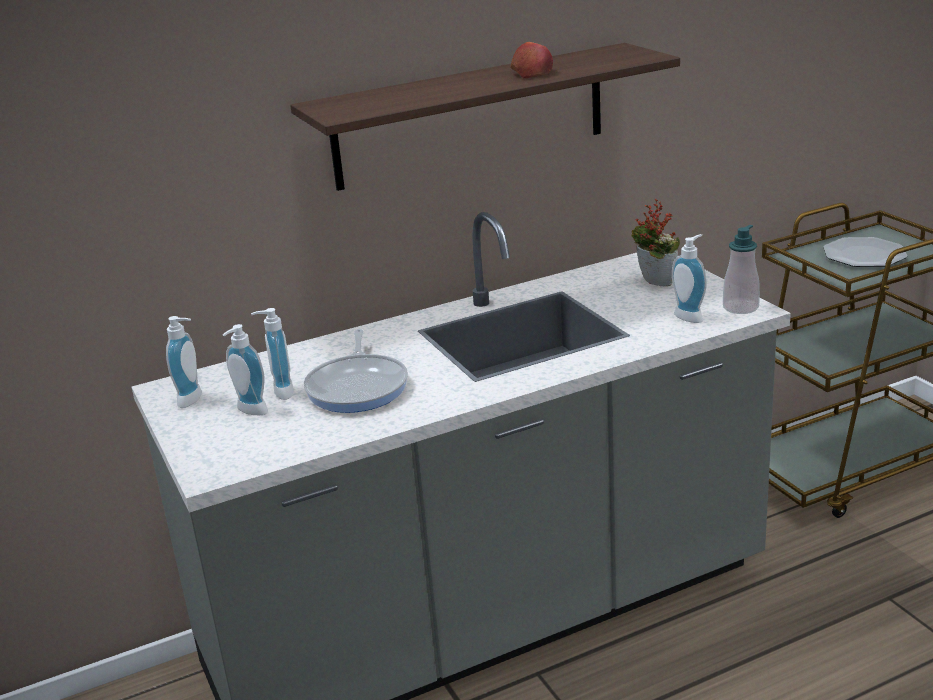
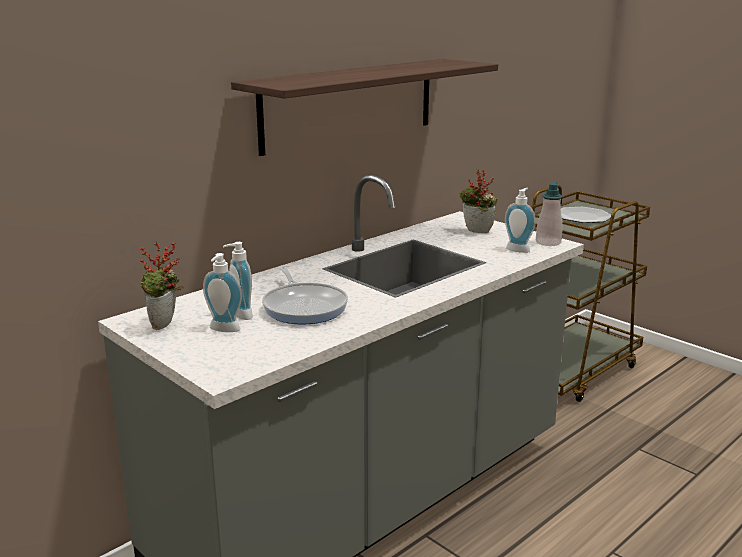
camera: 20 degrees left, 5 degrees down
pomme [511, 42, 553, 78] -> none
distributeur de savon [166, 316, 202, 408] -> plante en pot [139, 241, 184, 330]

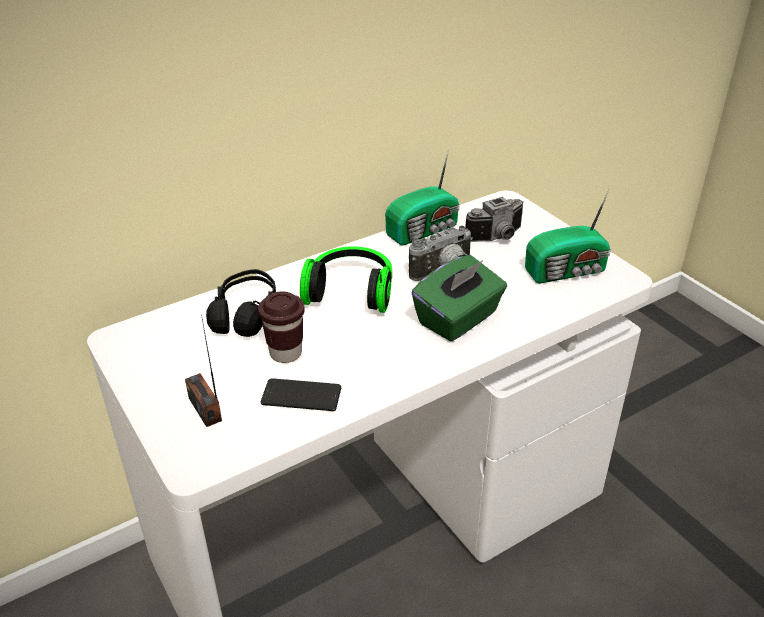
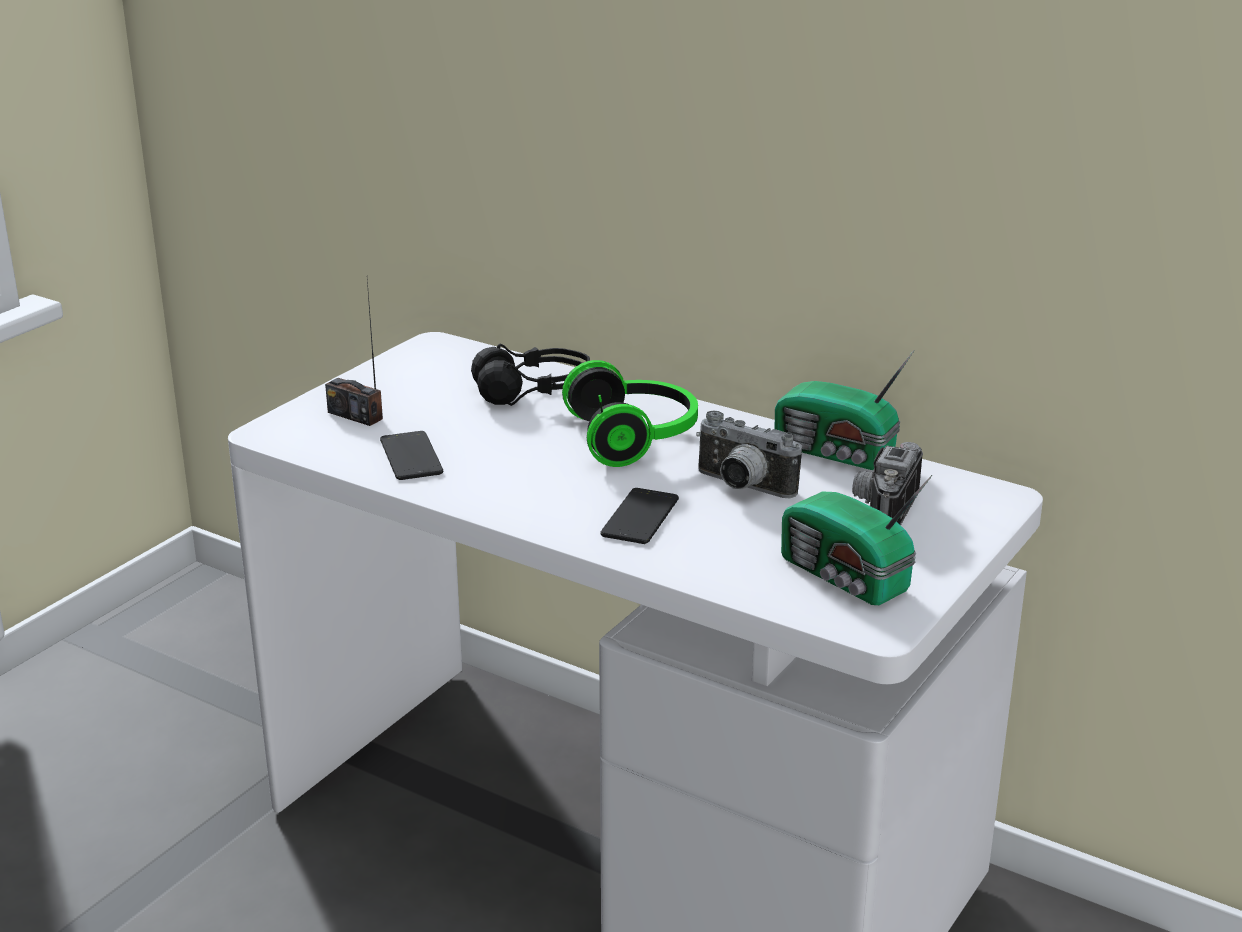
camera: 65 degrees right, 10 degrees down
appareil photo [465, 197, 524, 242] -> appareil photo [852, 442, 923, 525], 75 degrees clockwise
boîte à mouchoirs [vert] [411, 255, 507, 341] -> téléphone [601, 488, 679, 544]
tasse [marron] [258, 291, 305, 363] -> none
radio [185, 314, 222, 427] -> radio [325, 280, 383, 426], 90 degrees counterclockwise

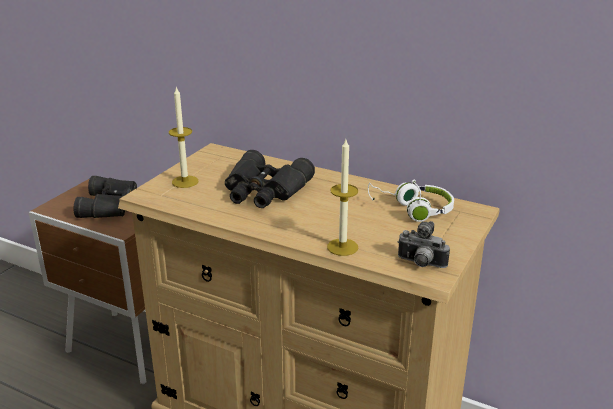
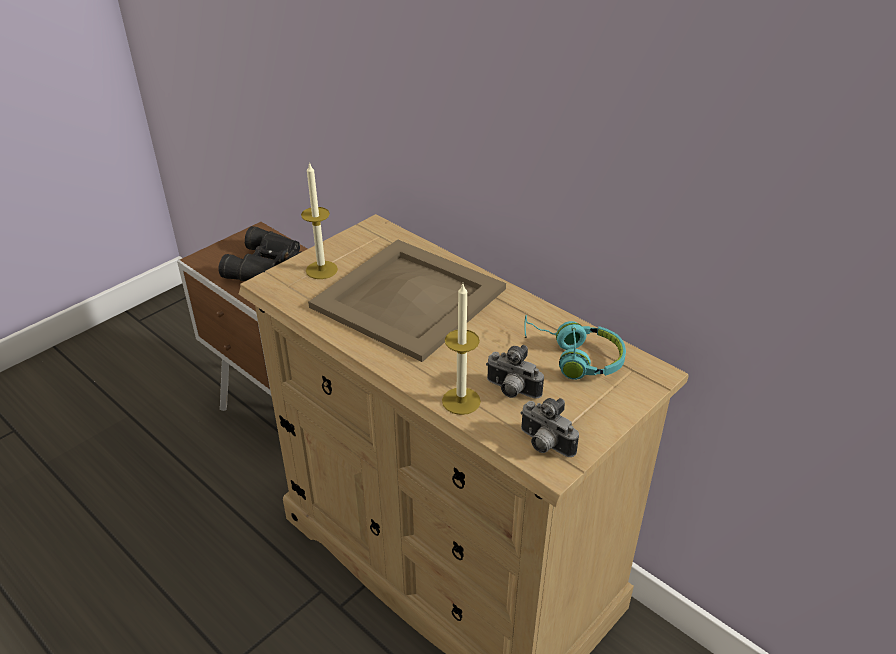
camera: 15 degrees right, 10 degrees up
jumelles [noir] [225, 150, 315, 208] -> plateau [beige] [308, 240, 506, 362]
casque audio [blanc] [368, 180, 454, 222] -> casque audio [turquoise] [524, 315, 626, 380]
none -> appareil photo [486, 345, 544, 399]

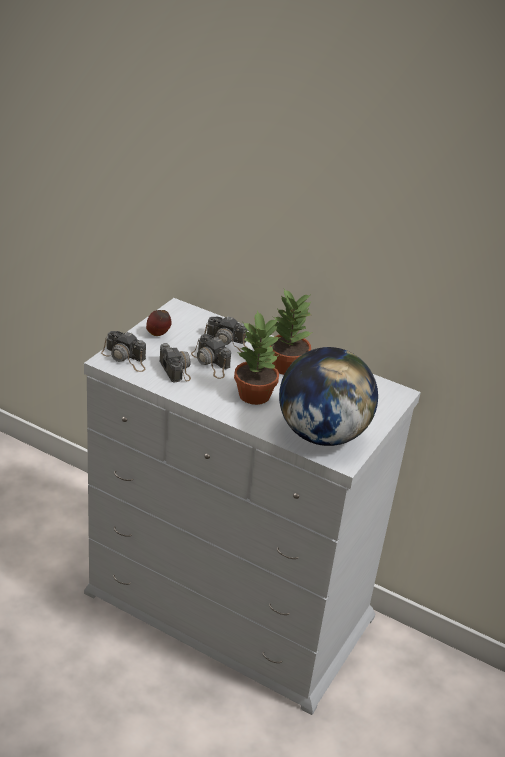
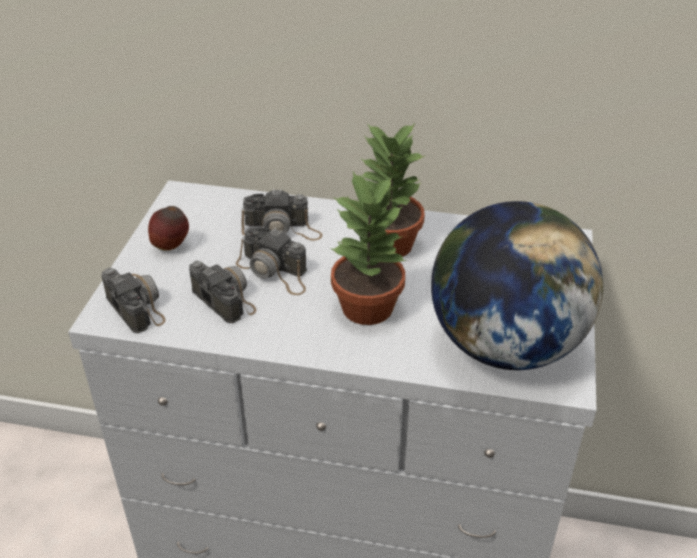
camera: 15 degrees left, 5 degrees up
appareil photo [101, 331, 146, 372] -> appareil photo [101, 268, 165, 333], 135 degrees counterclockwise

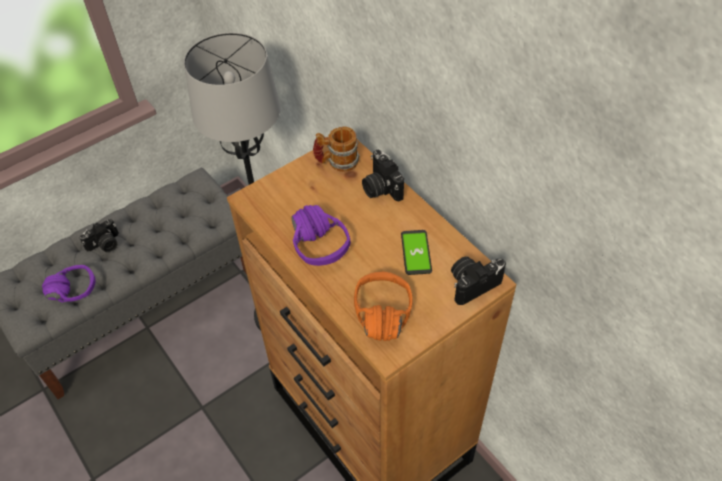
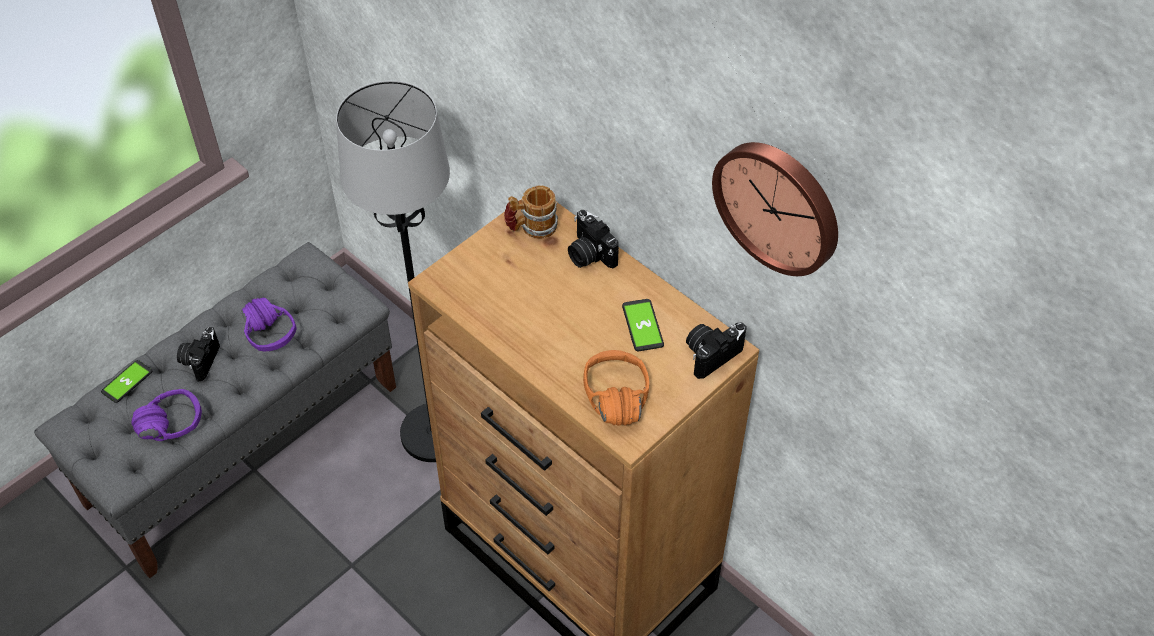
camera: 10 degrees left, 0 degrees up
casque audio [violet] [291, 205, 351, 266] -> casque audio [violet] [241, 298, 297, 351], relocated
appareil photo [79, 219, 119, 252] -> appareil photo [177, 327, 220, 381], 150 degrees clockwise
none -> horloge murale [712, 142, 838, 276]
none -> téléphone [101, 360, 152, 403]

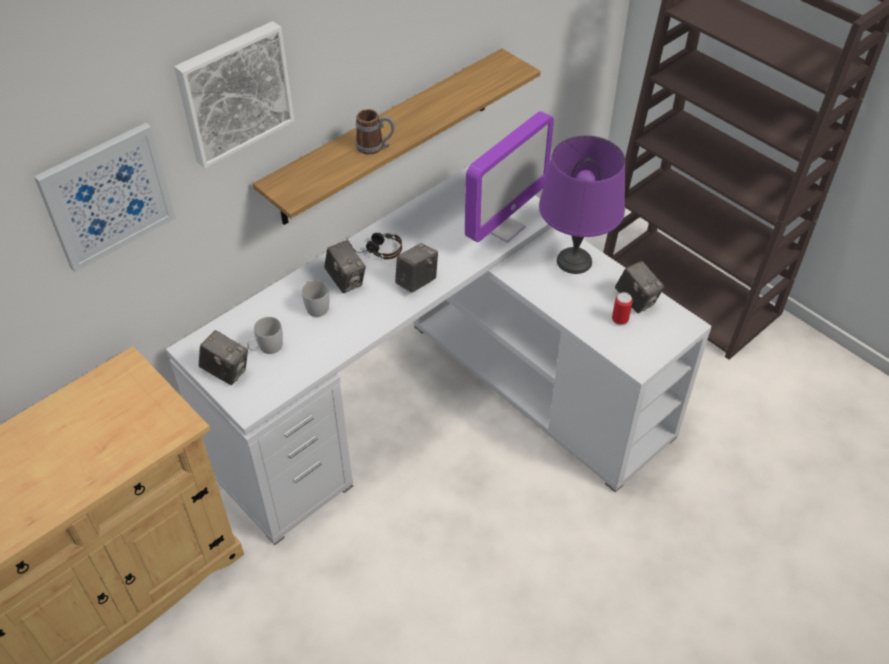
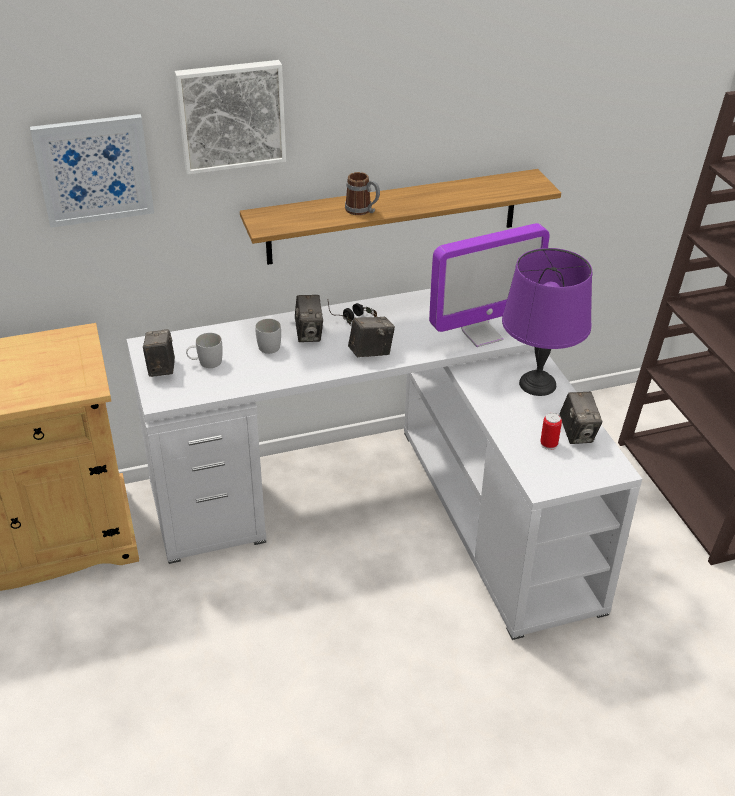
camera: 25 degrees right, 10 degrees down
appareil photo [198, 330, 248, 385] -> appareil photo [143, 329, 175, 377], 150 degrees counterclockwise

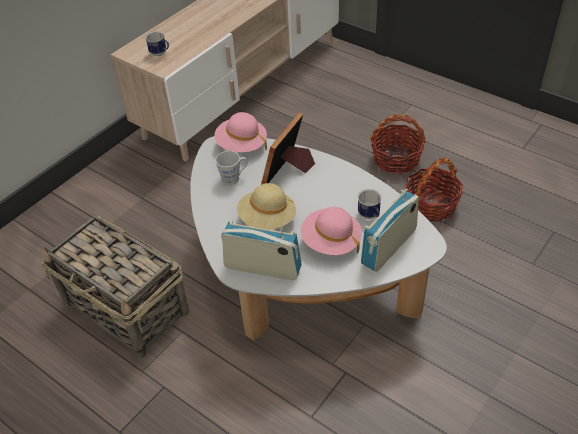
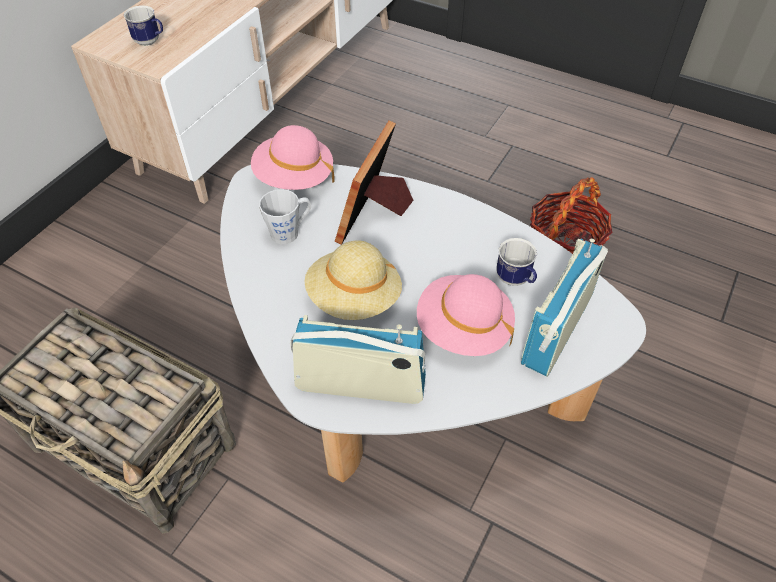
camera: 10 degrees left, 5 degrees up
panier [370, 115, 426, 174] -> none

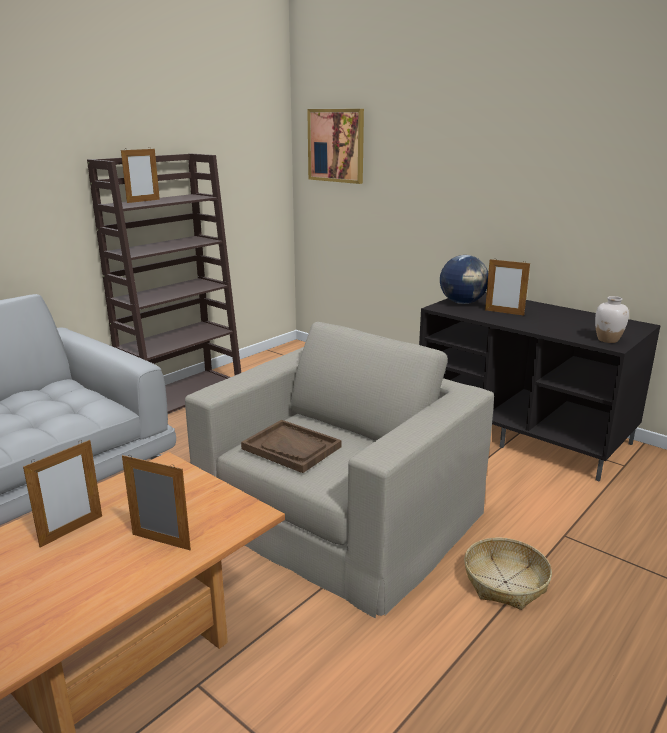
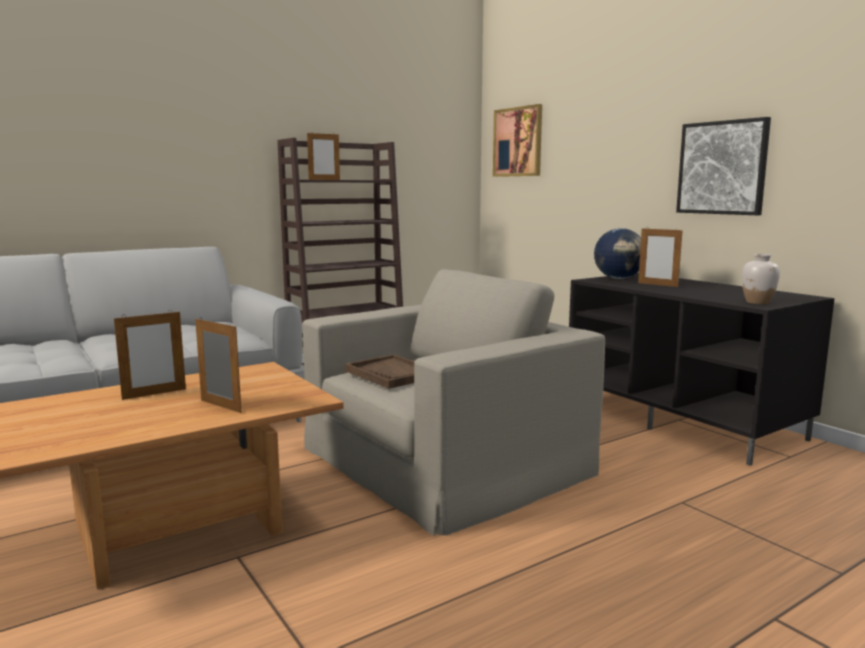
camera: 15 degrees right, 10 degrees down
panier [464, 537, 552, 610] -> none
none -> tableau [676, 117, 771, 215]

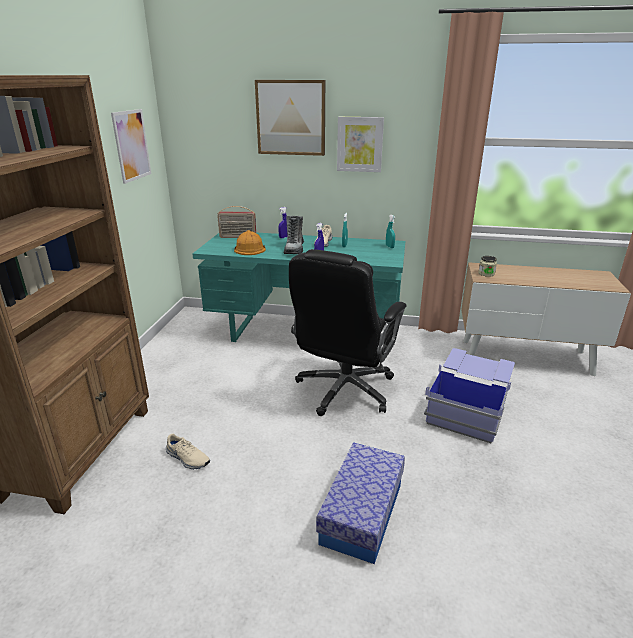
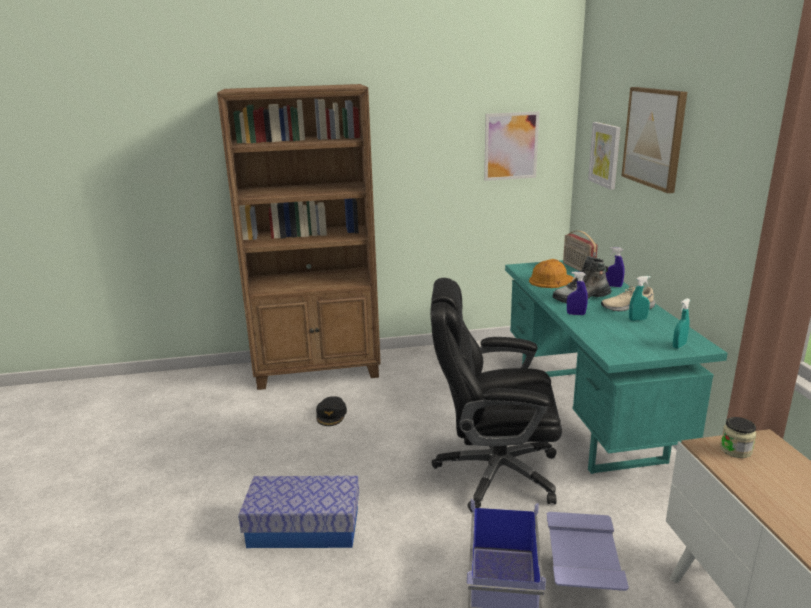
camera: 70 degrees right, 5 degrees down
tableau [337, 117, 384, 172] -> tableau [588, 122, 621, 190], relocated
chaussure [beige] [166, 434, 210, 469] -> casquette [noir] [316, 396, 347, 426]

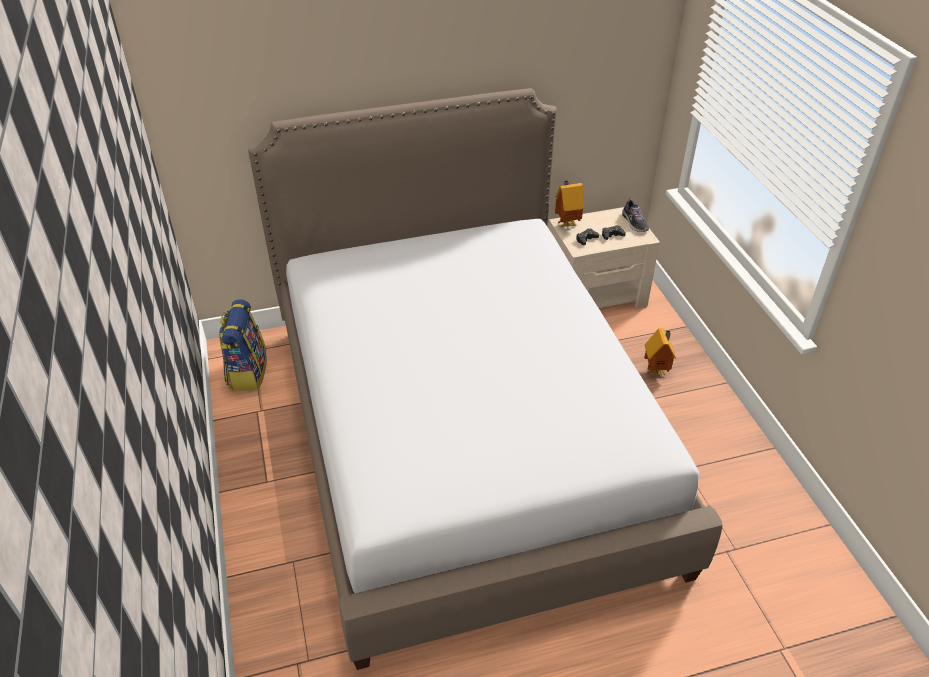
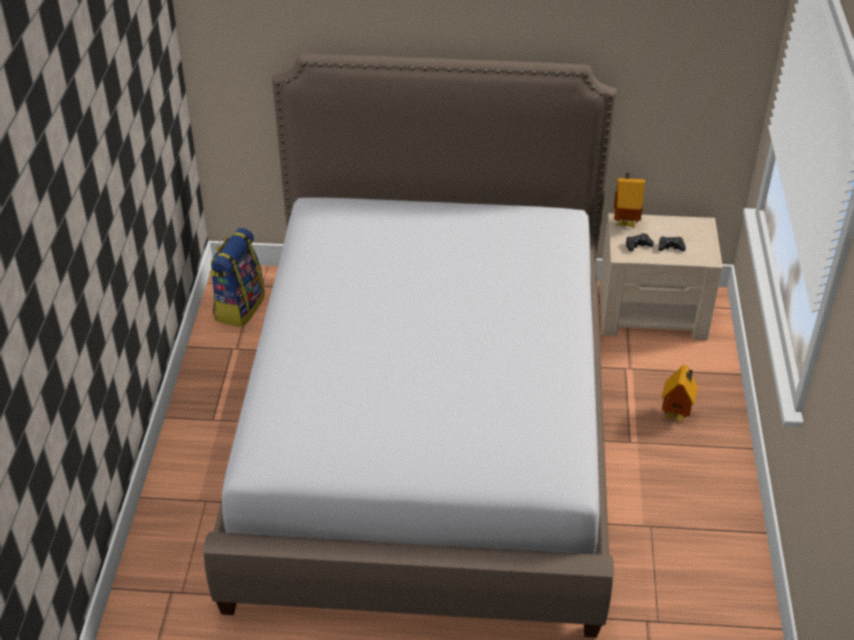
camera: 20 degrees right, 0 degrees up
chaussure [622, 198, 649, 232] -> none

